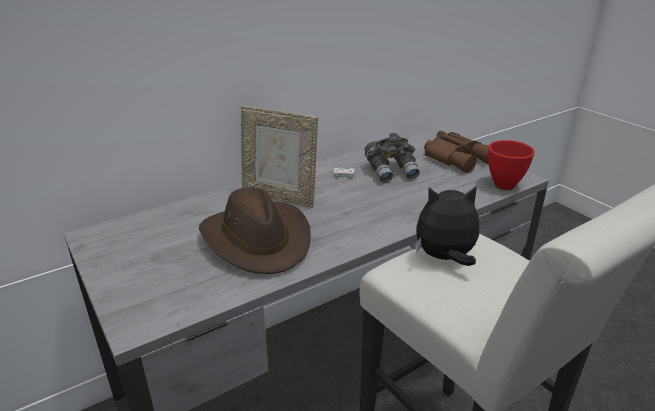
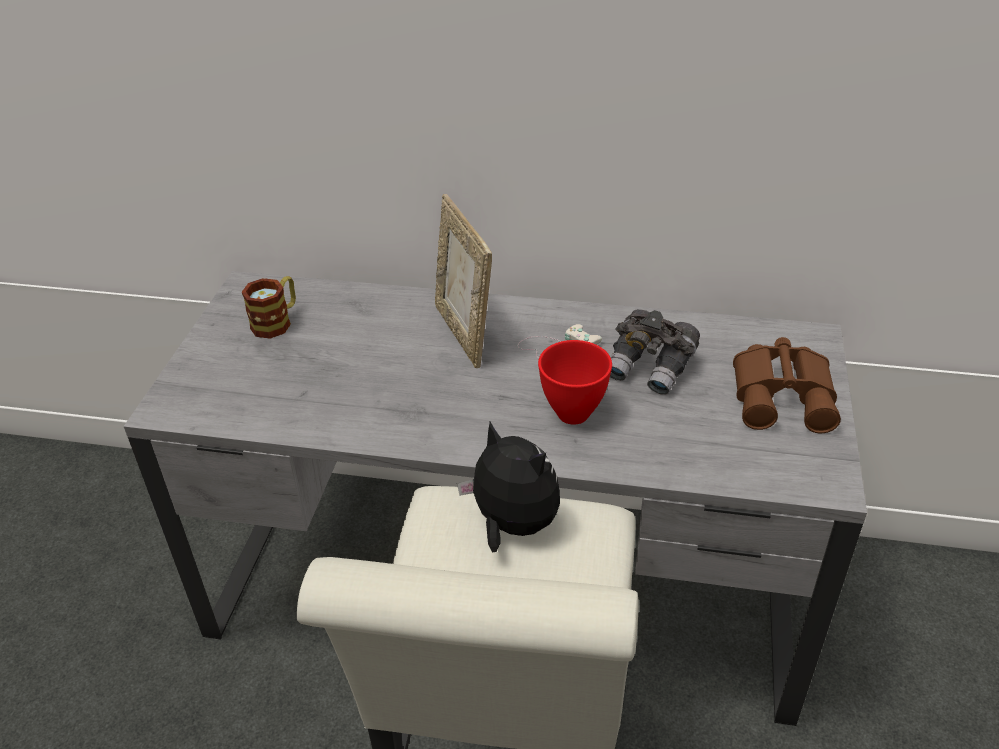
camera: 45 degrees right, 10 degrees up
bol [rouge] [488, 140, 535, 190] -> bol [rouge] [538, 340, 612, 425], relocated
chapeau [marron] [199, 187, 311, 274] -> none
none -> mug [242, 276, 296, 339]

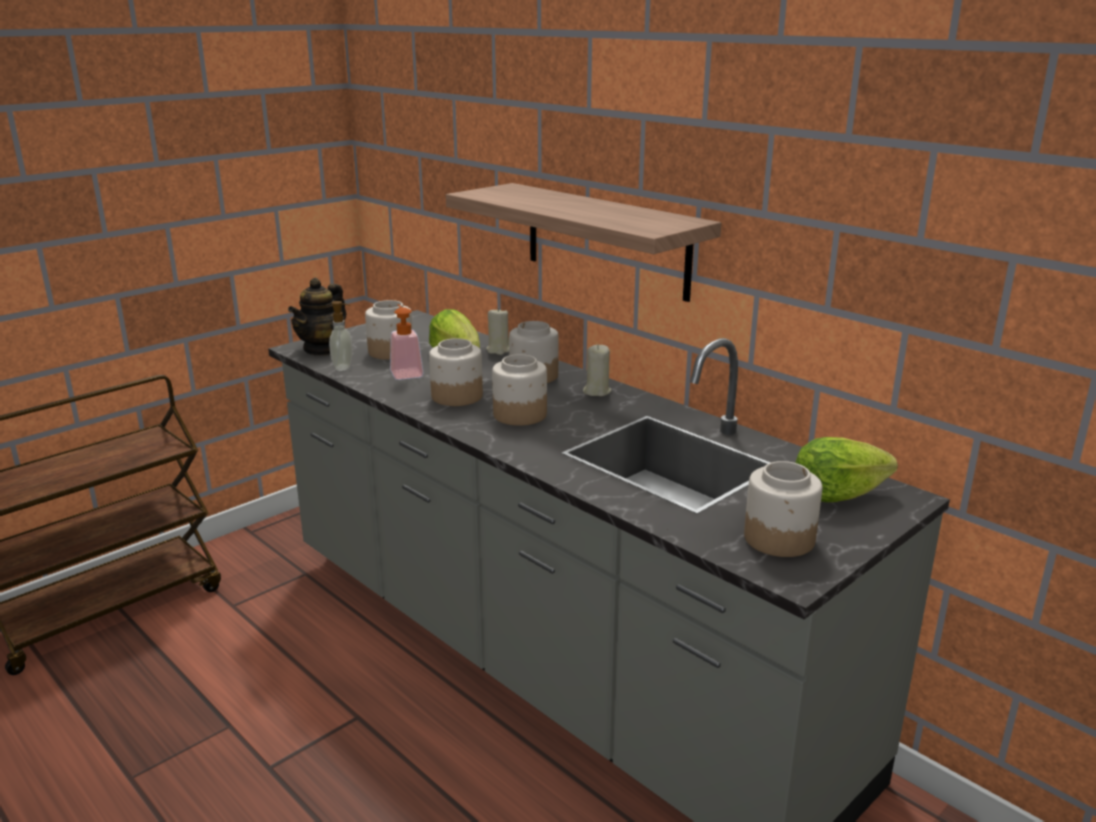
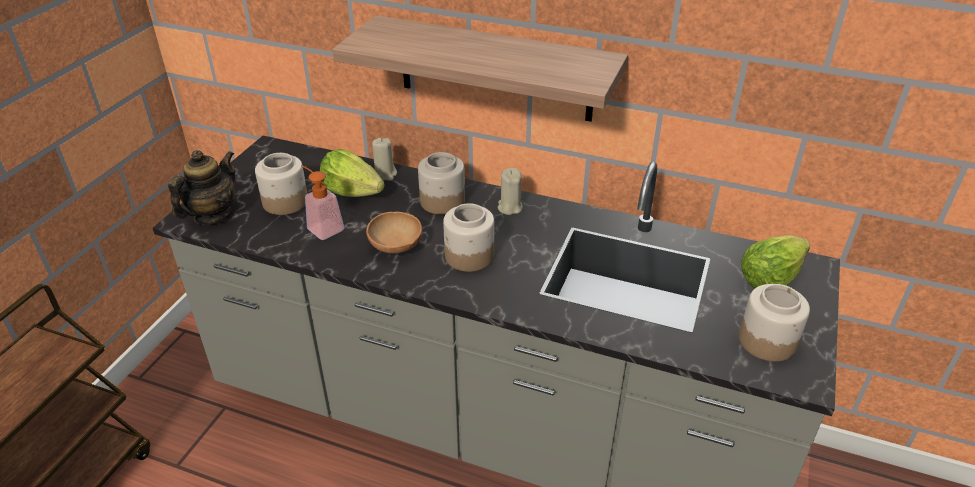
camera: 25 degrees left, 15 degrees up
théière [288, 278, 347, 356] -> théière [168, 150, 235, 225], 150 degrees counterclockwise
distributeur de savon [329, 301, 352, 371] -> none
bocal [429, 338, 483, 406] -> bol [marron] [366, 212, 422, 253]

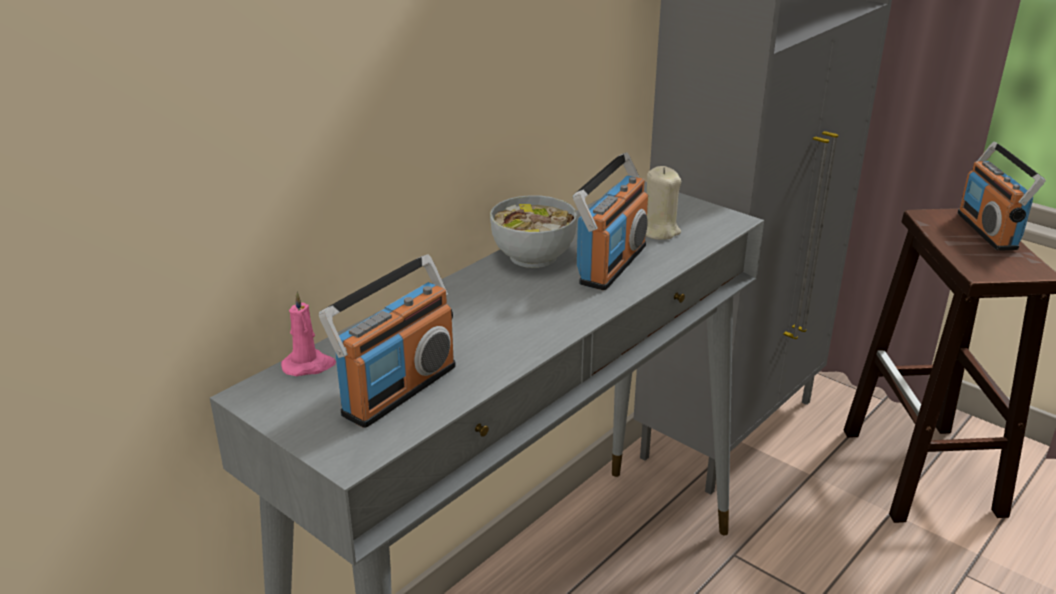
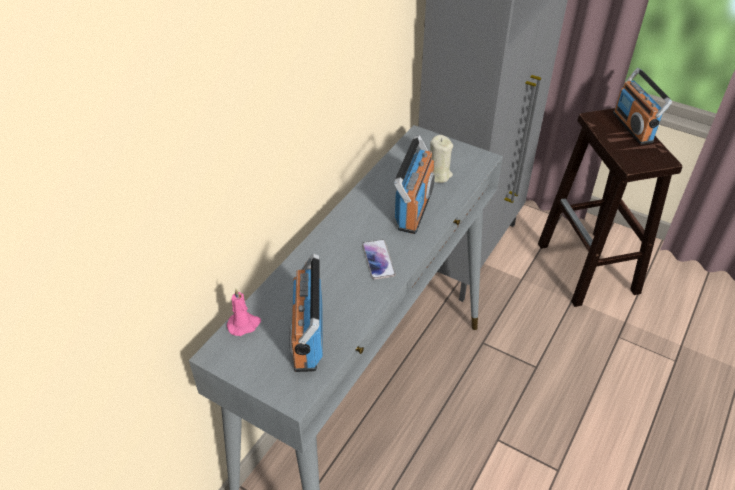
camera: 10 degrees left, 15 degrees up
bol [490, 195, 577, 268] -> none
radio [319, 254, 456, 428] -> radio [289, 254, 323, 372], 150 degrees clockwise
none -> téléphone [362, 239, 396, 280]

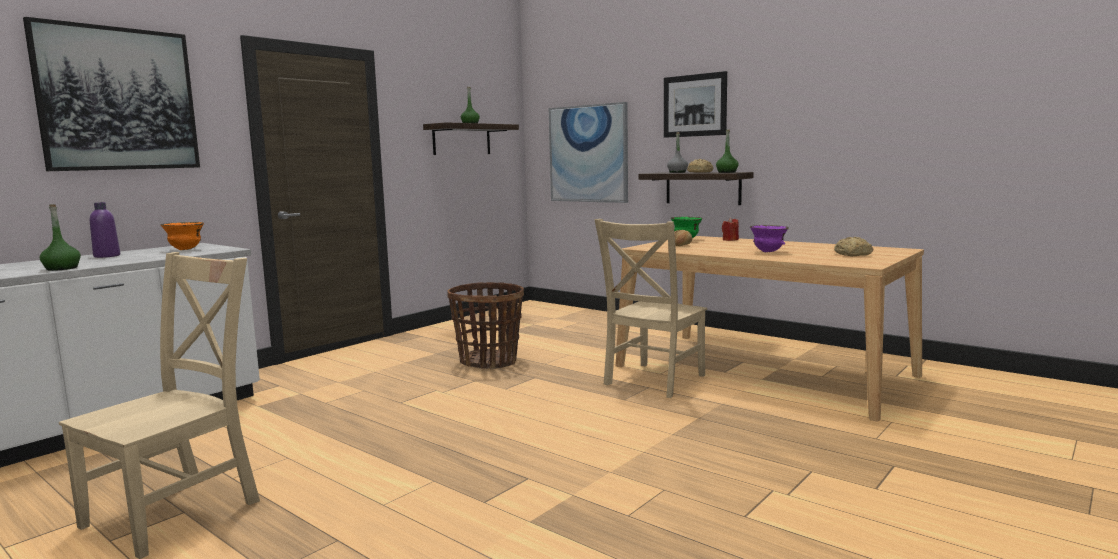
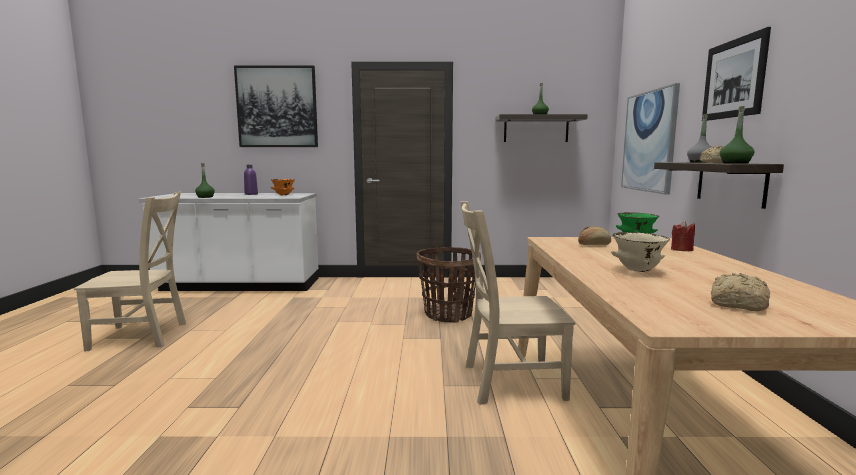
camera: 50 degrees right, 0 degrees up
bol [violet] [750, 225, 789, 252] -> bol [beige] [611, 232, 670, 272]

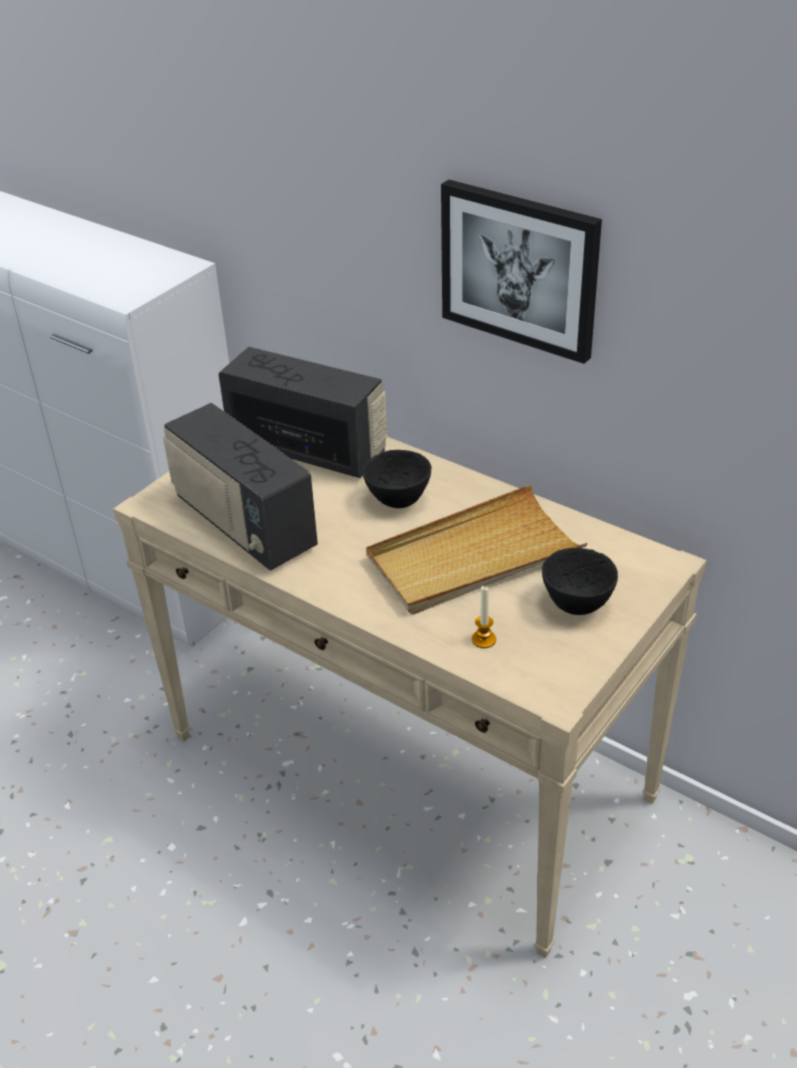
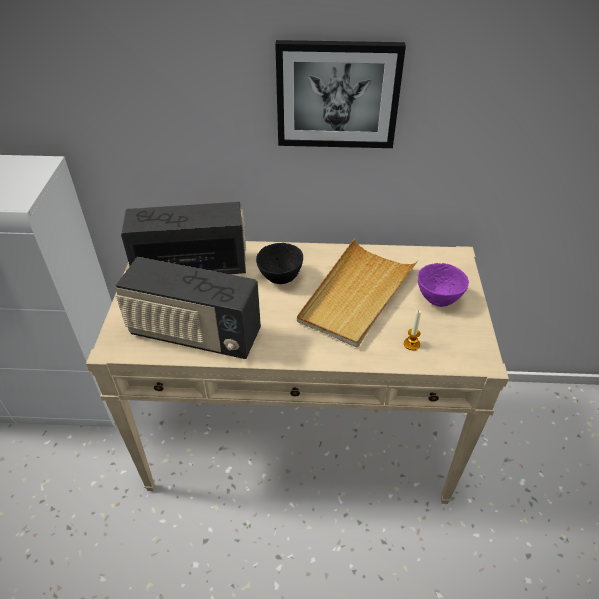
camera: 35 degrees left, 5 degrees up
bol [noir] [542, 548, 618, 615] -> bol [violet] [418, 263, 469, 307]

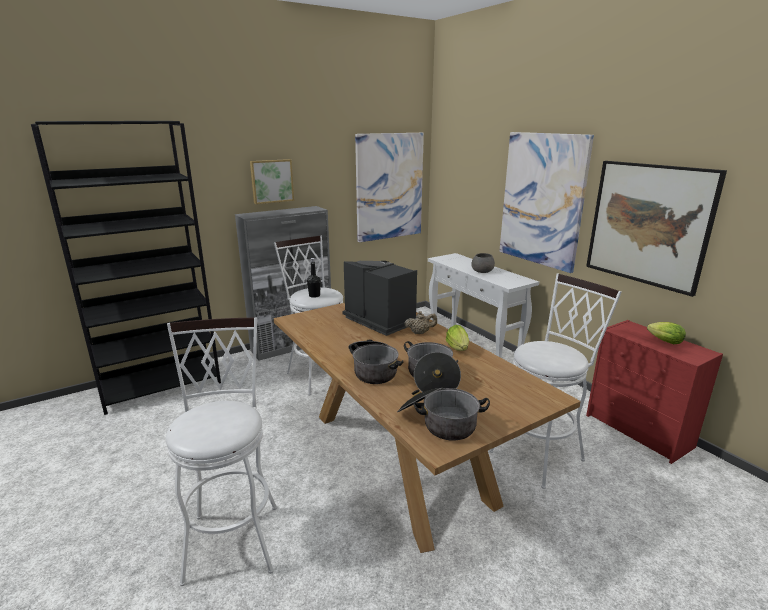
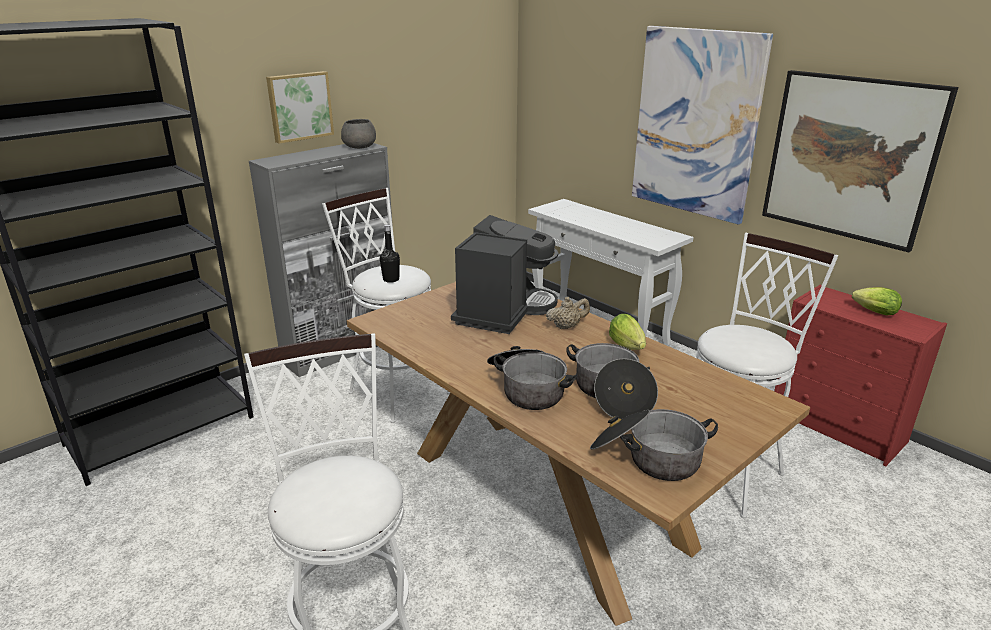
camera: 10 degrees left, 5 degrees up
tableau [355, 133, 424, 242] -> none
bol [gris] [471, 253, 495, 273] -> bol [gris] [341, 119, 376, 149], relocated
machine à café [343, 261, 417, 336] -> machine à café [451, 215, 559, 334], 75 degrees clockwise

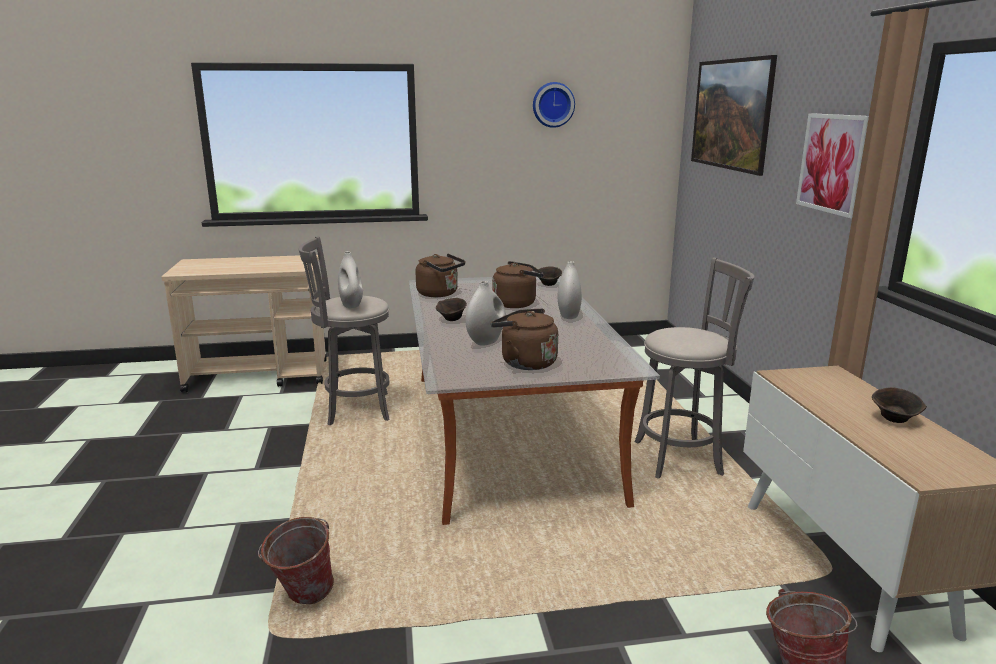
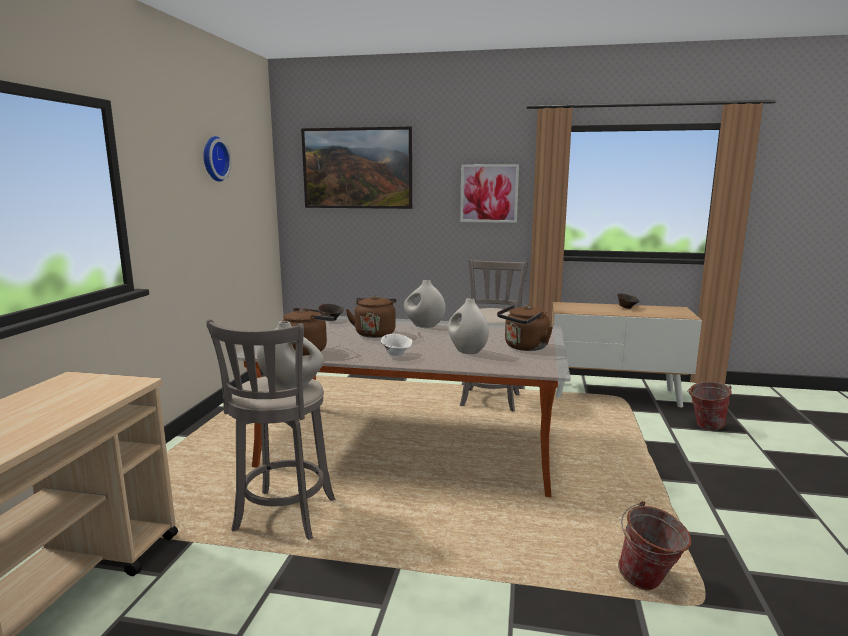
camera: 70 degrees left, 5 degrees down
bol [marron] [436, 298, 467, 321] -> bol [blanc] [381, 334, 412, 356]

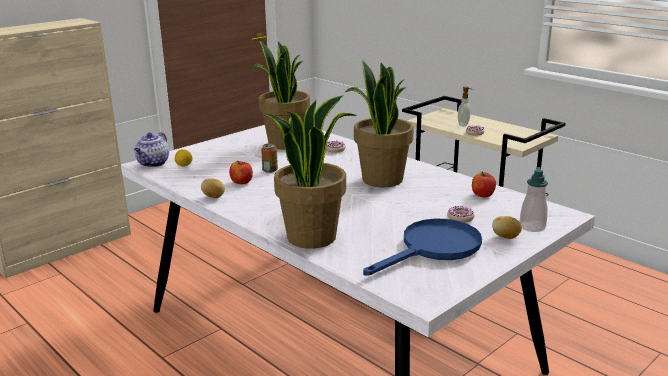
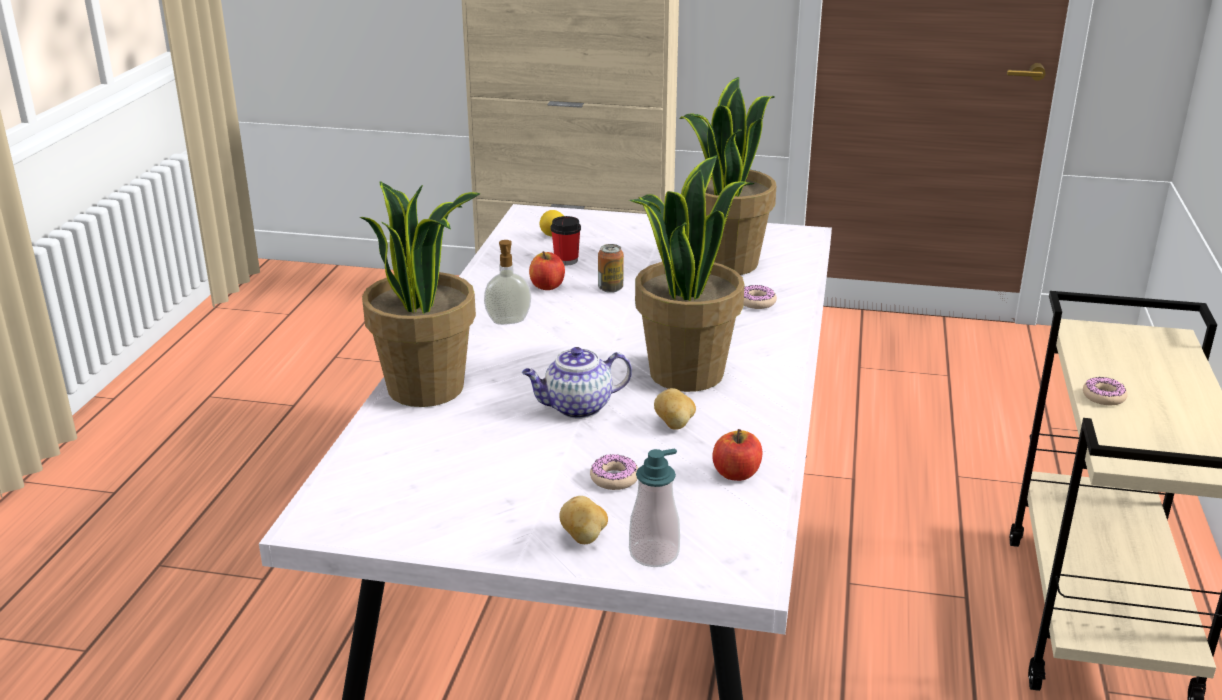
camera: 55 degrees right, 5 degrees up
distributeur de savon [458, 87, 473, 127] -> distributeur de savon [484, 240, 531, 325], relocated
théière [134, 132, 169, 167] -> théière [522, 347, 632, 419], relocated
pomme de terre [201, 178, 225, 198] -> pomme de terre [654, 388, 696, 430], relocated
poêle [bleu] [363, 218, 482, 276] -> none
none -> tasse [551, 216, 581, 265]

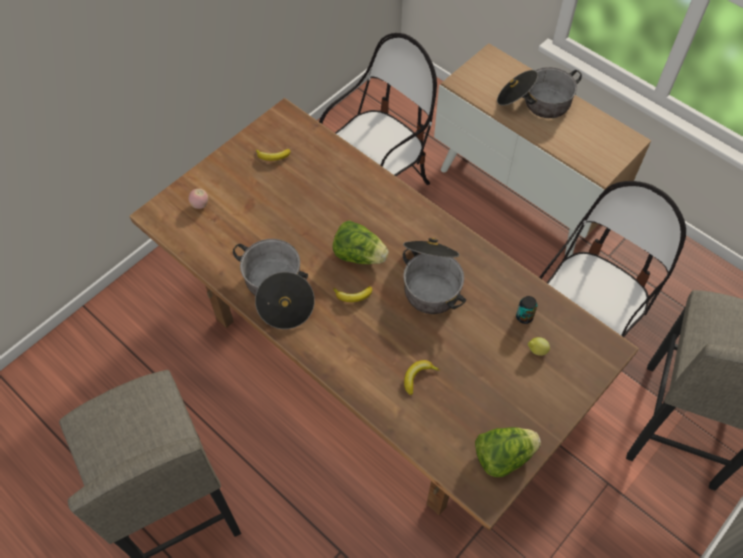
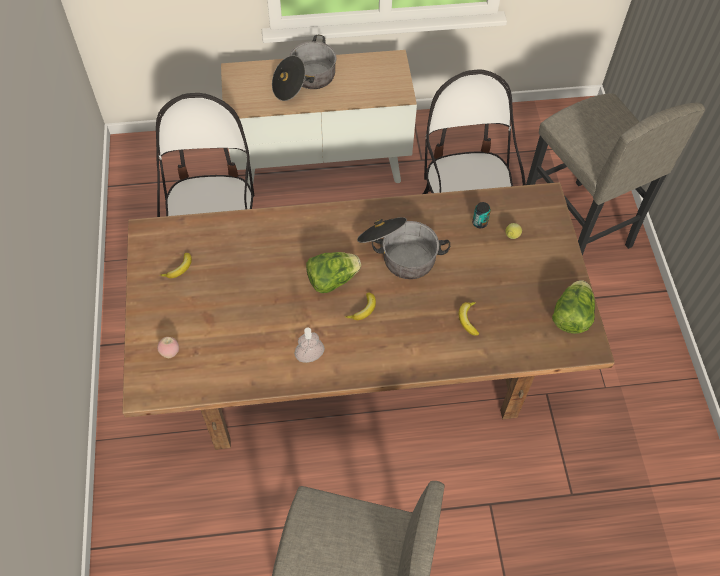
camera: 50 degrees left, 0 degrees up
marmite [233, 239, 315, 329] -> distributeur de savon [294, 327, 325, 363]

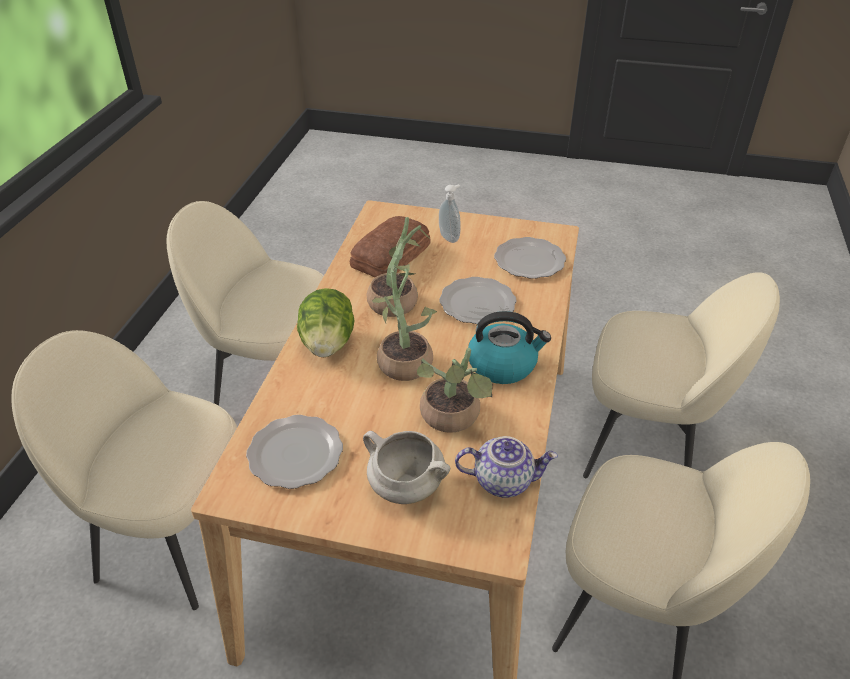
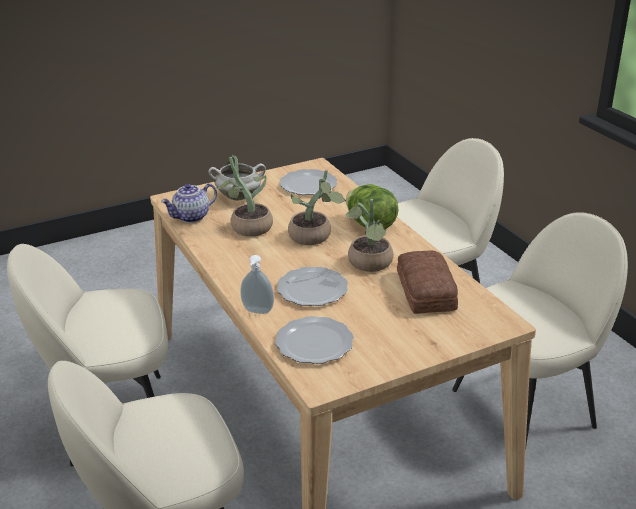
camera: 140 degrees right, 10 degrees down
distributeur de savon [439, 184, 461, 243] -> distributeur de savon [240, 255, 274, 314], relocated
bouilloire [468, 311, 551, 384] -> none

